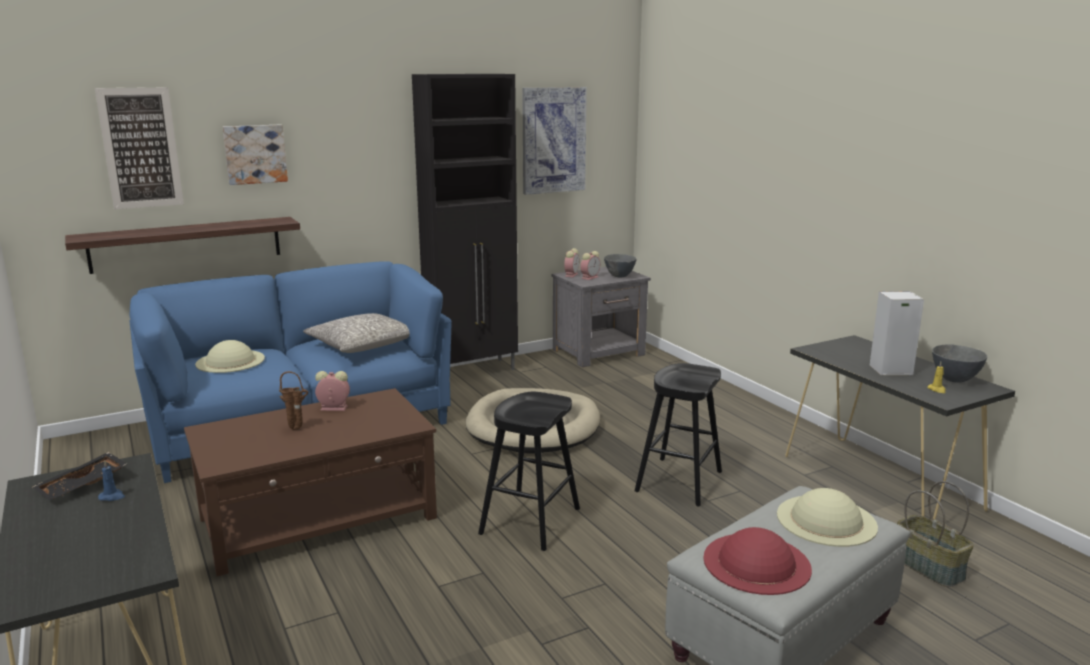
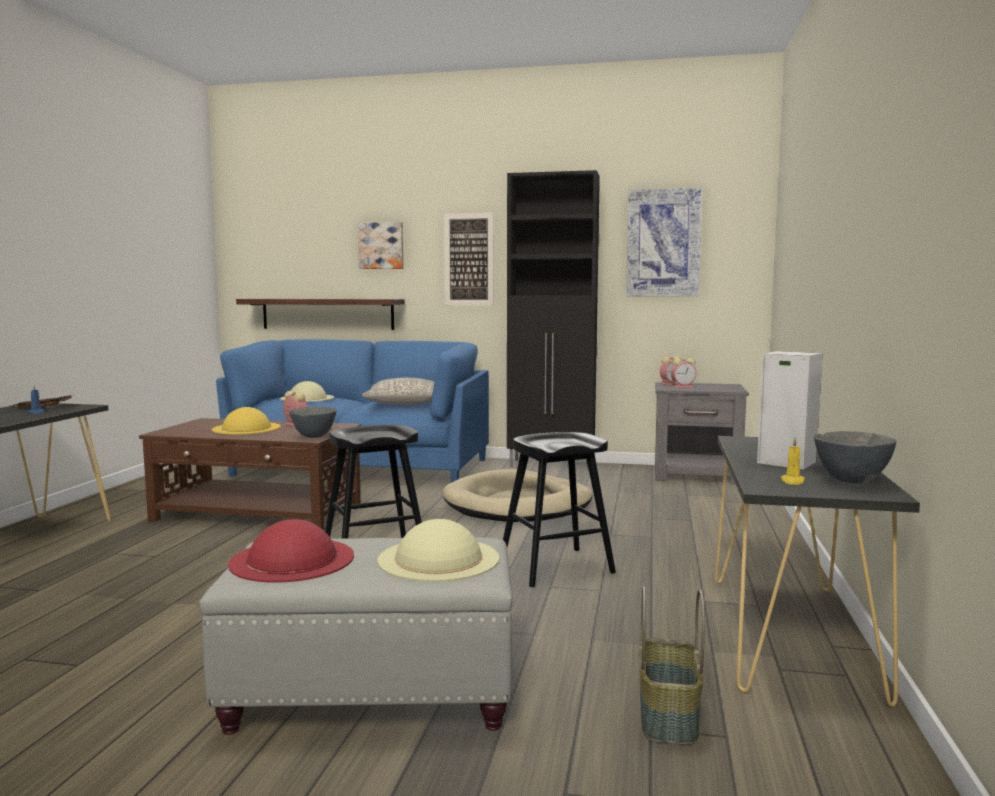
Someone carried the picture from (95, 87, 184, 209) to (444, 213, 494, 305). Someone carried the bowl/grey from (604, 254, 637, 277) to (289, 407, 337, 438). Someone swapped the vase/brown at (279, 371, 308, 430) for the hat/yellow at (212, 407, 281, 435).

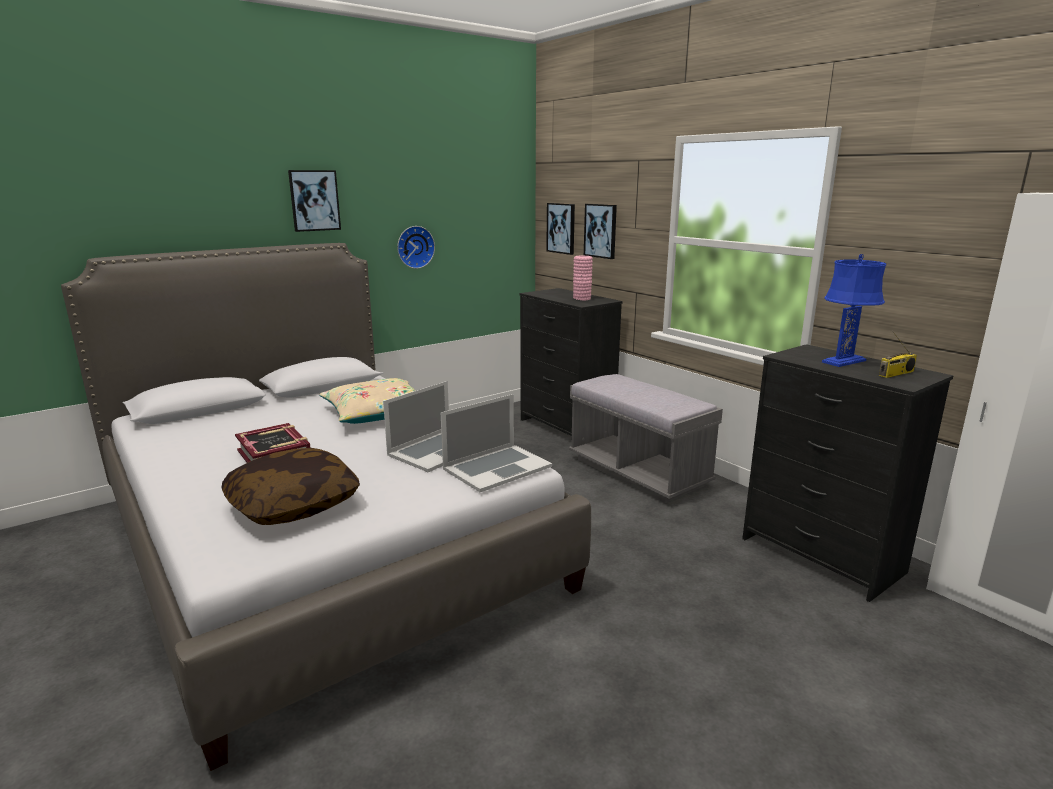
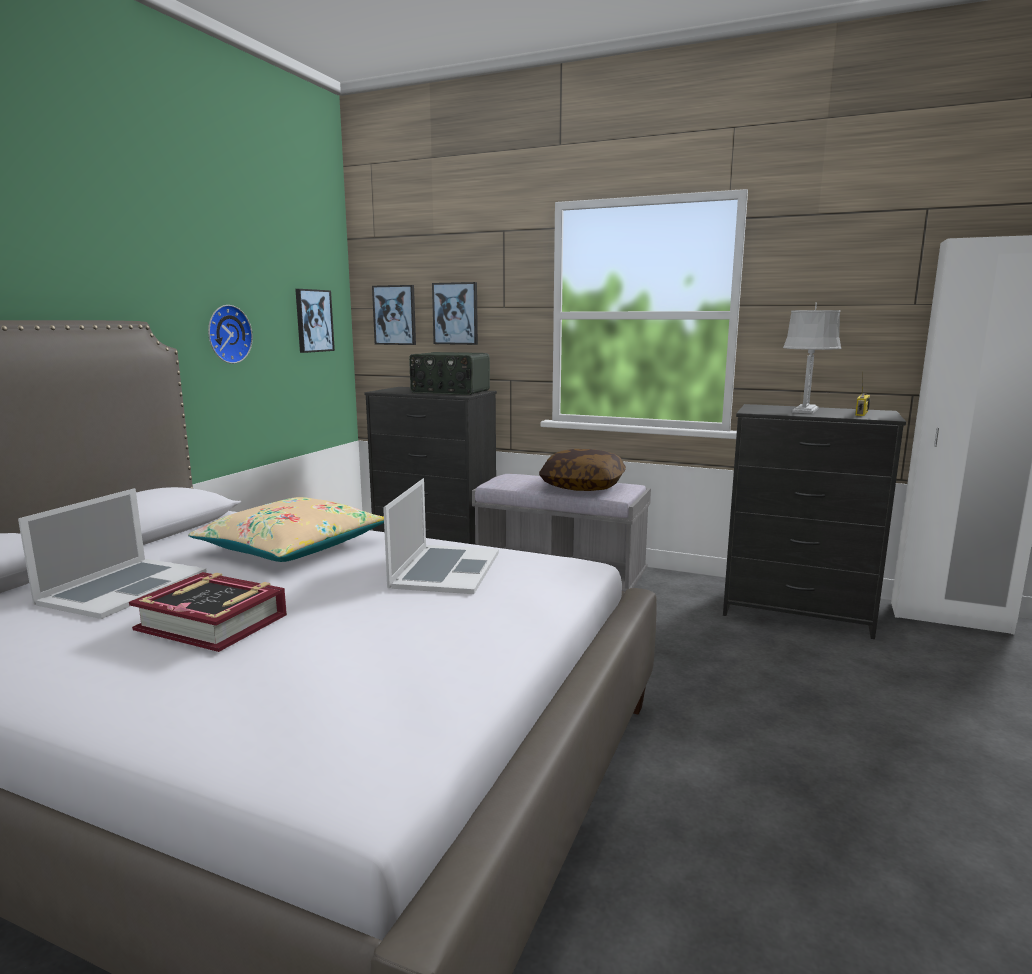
Someone carried the pillow from (222, 448, 360, 525) to (539, 449, 626, 491). Someone carried the picture from (288, 170, 341, 232) to (295, 289, 335, 353). Someone carried the laptop from (441, 394, 552, 492) to (18, 488, 207, 619). Someone swapped the vase/pink at (573, 256, 593, 301) for the radio at (409, 352, 490, 395). Someone repainted the table lamp/blue at (822, 254, 886, 367), which became the table lamp/grey at (783, 302, 842, 414).

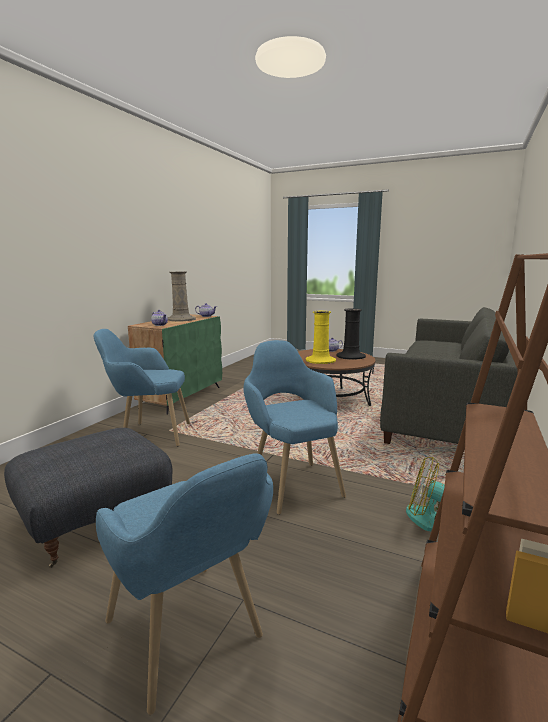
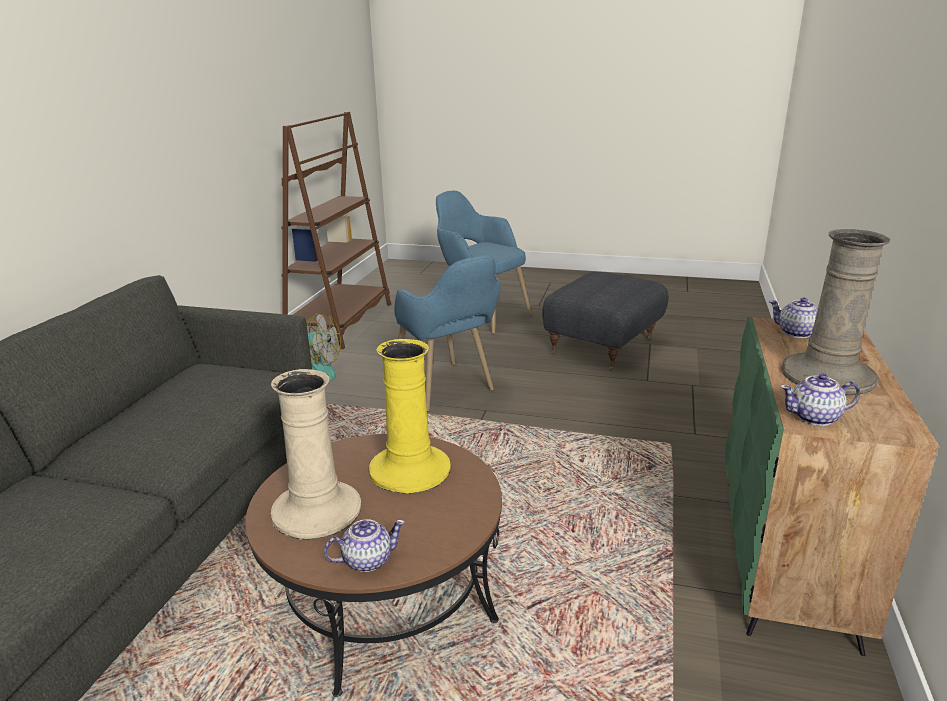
Someone took away the armchair/blue at (94, 329, 190, 446). Someone repainted the vase/black at (336, 308, 366, 360), which became the vase/beige at (271, 369, 361, 540).

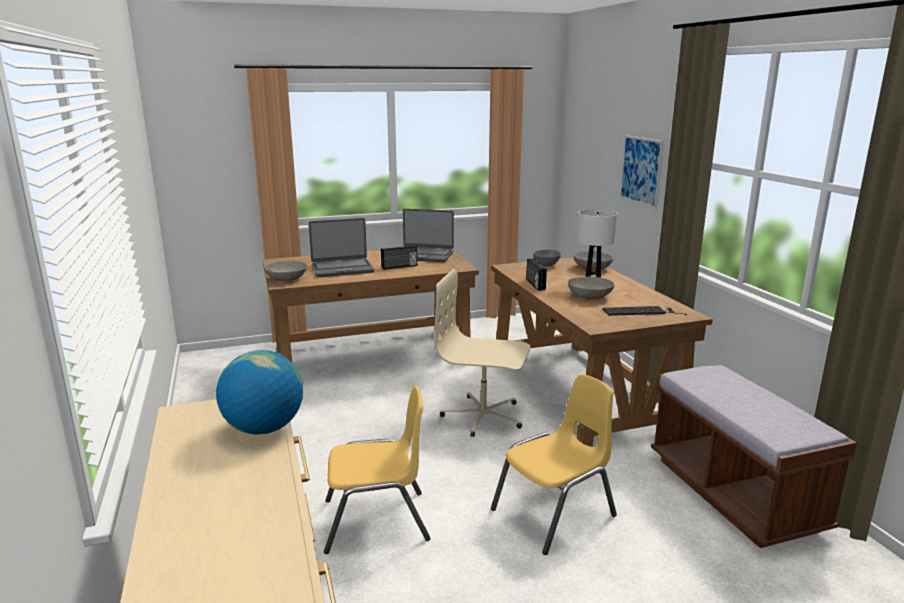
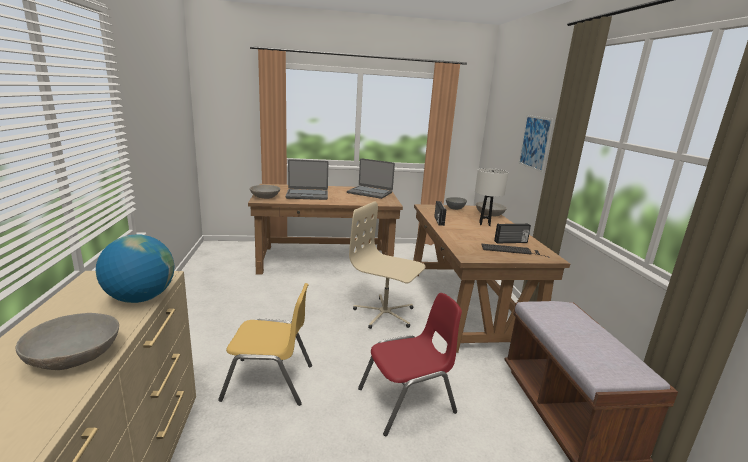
Someone carried the radio from (381, 245, 417, 270) to (494, 223, 531, 244). Someone carried the bowl/grey from (568, 277, 615, 299) to (16, 313, 119, 370). Someone repainted the chair/yellow at (491, 374, 617, 555), which became the chair/red at (358, 293, 462, 436).

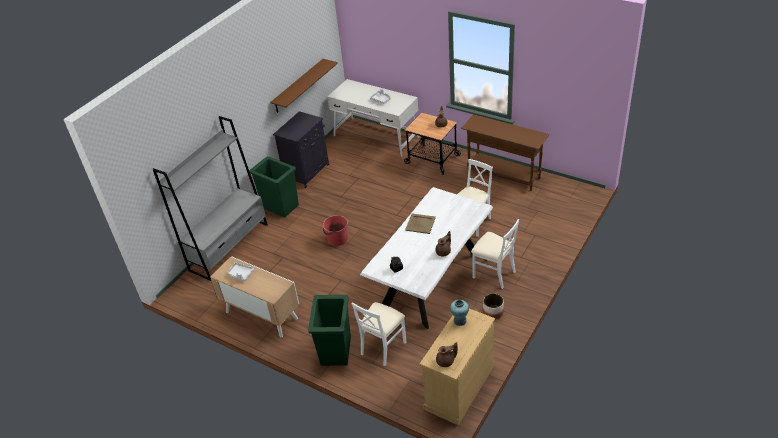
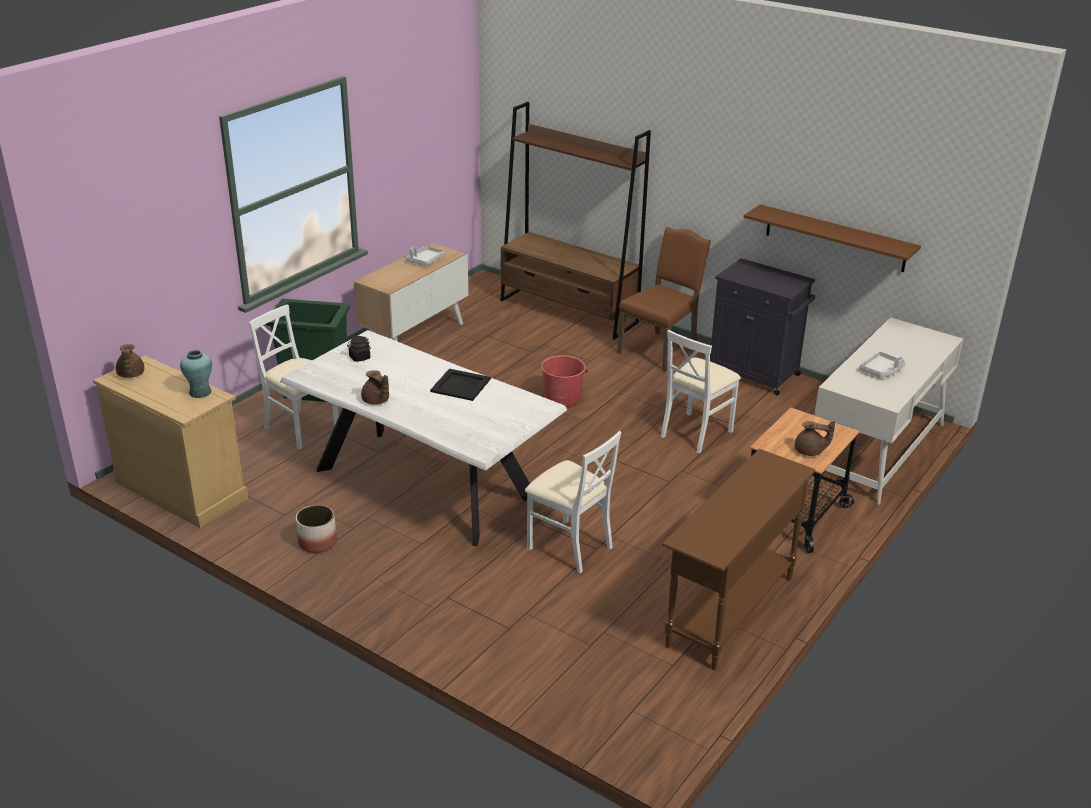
Someone carried the chair/white from (471, 219, 519, 289) to (661, 330, 741, 453). Someone swapped the trash can/green at (249, 156, 299, 218) for the chair/brown at (617, 227, 711, 372). Someone repainted the bookcase/grey at (153, 116, 268, 281), which became the bookcase/brown at (500, 102, 651, 340). Someone repainted the tray/beige at (405, 214, 436, 234), which became the tray/black at (430, 369, 491, 401).

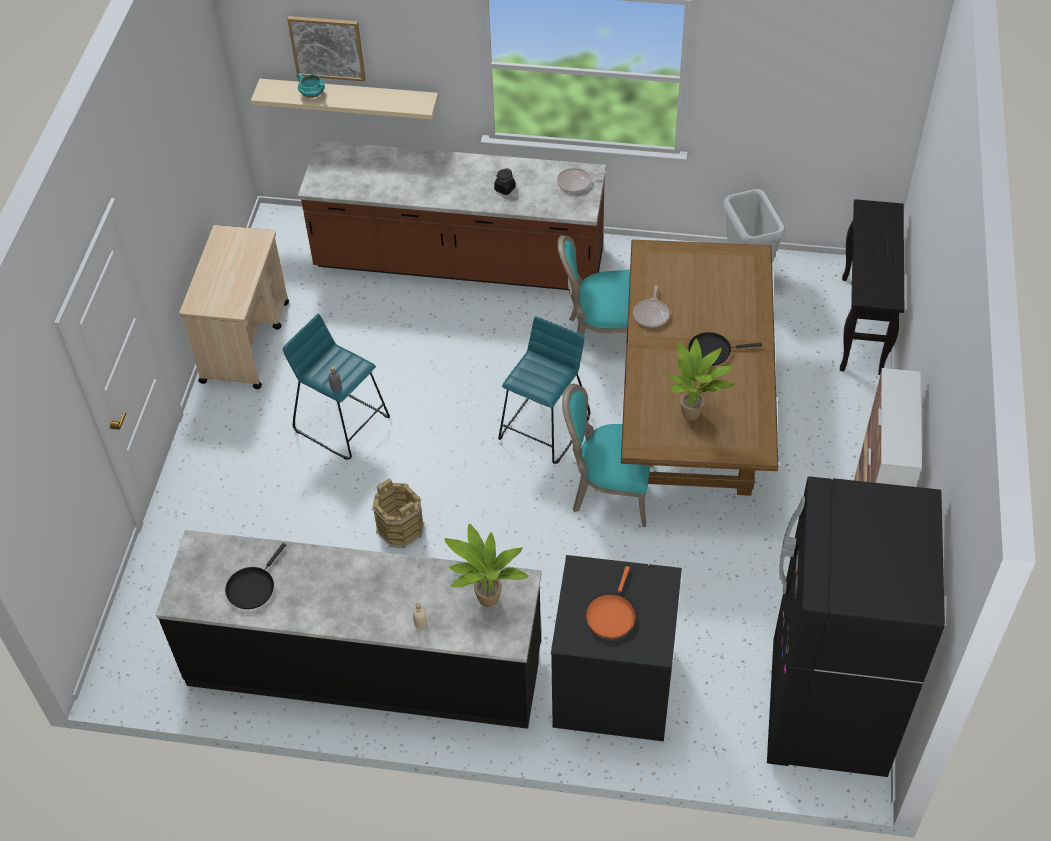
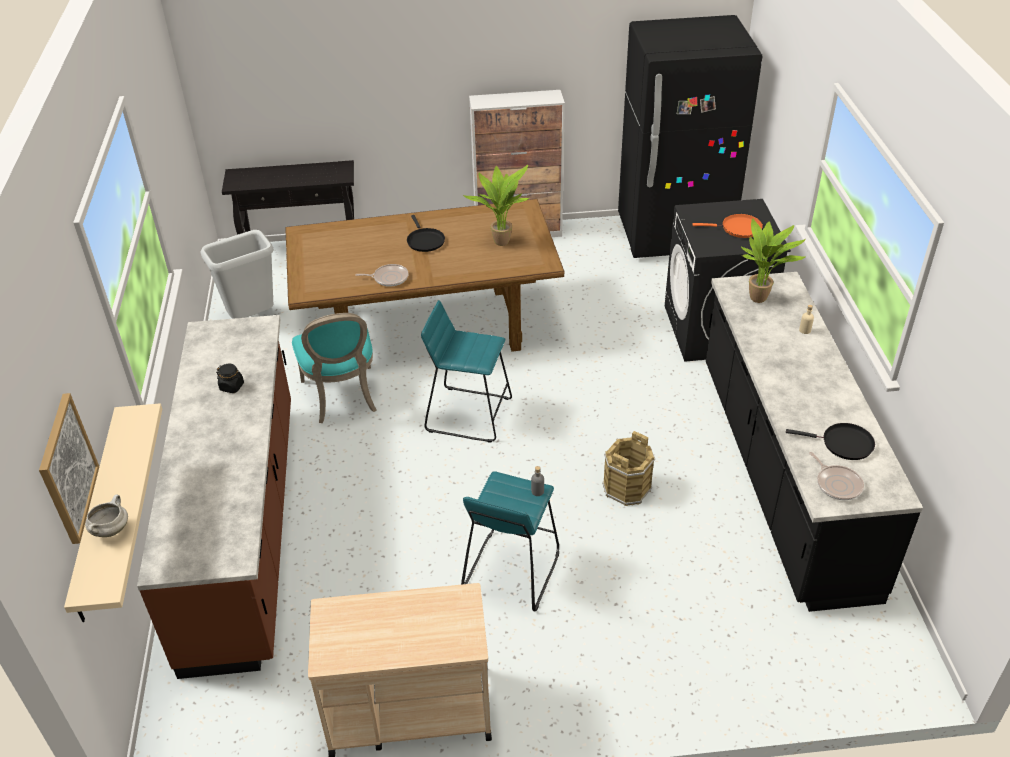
Someone took away the chair/turquoise at (562, 384, 653, 527). Someone carried the frying pan from (557, 168, 607, 193) to (809, 452, 864, 500). Someone repainted the cooking pot/turquoise at (297, 73, 325, 98), which became the cooking pot/white at (85, 494, 128, 537).

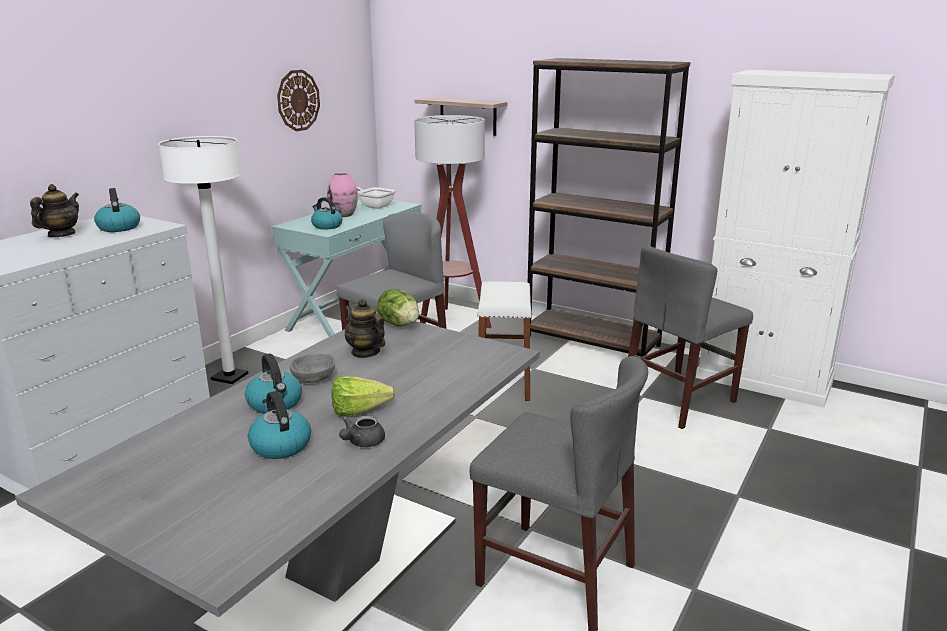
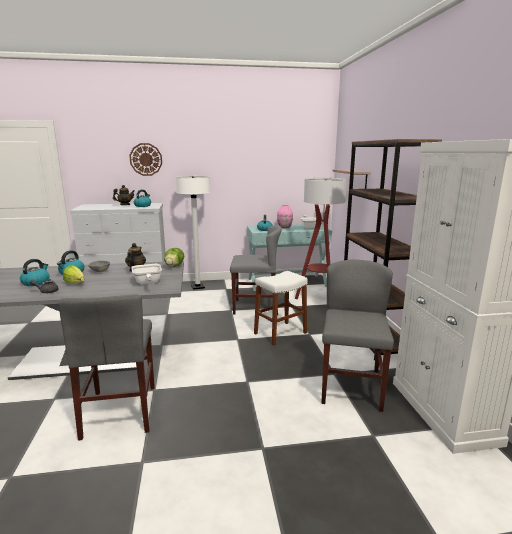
Someone put down the frying pan at (131, 264, 162, 285). Someone carried the wall clock from (277, 70, 320, 131) to (129, 143, 162, 176). Someone rotated the chair/grey at (628, 245, 753, 429) by 90 degrees clockwise.

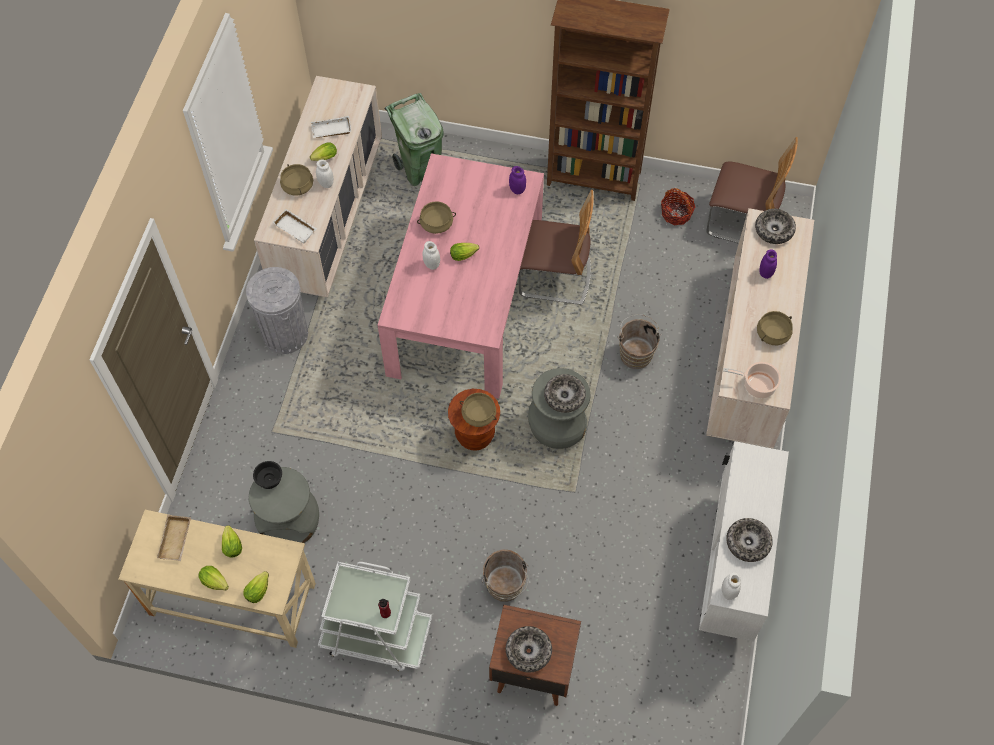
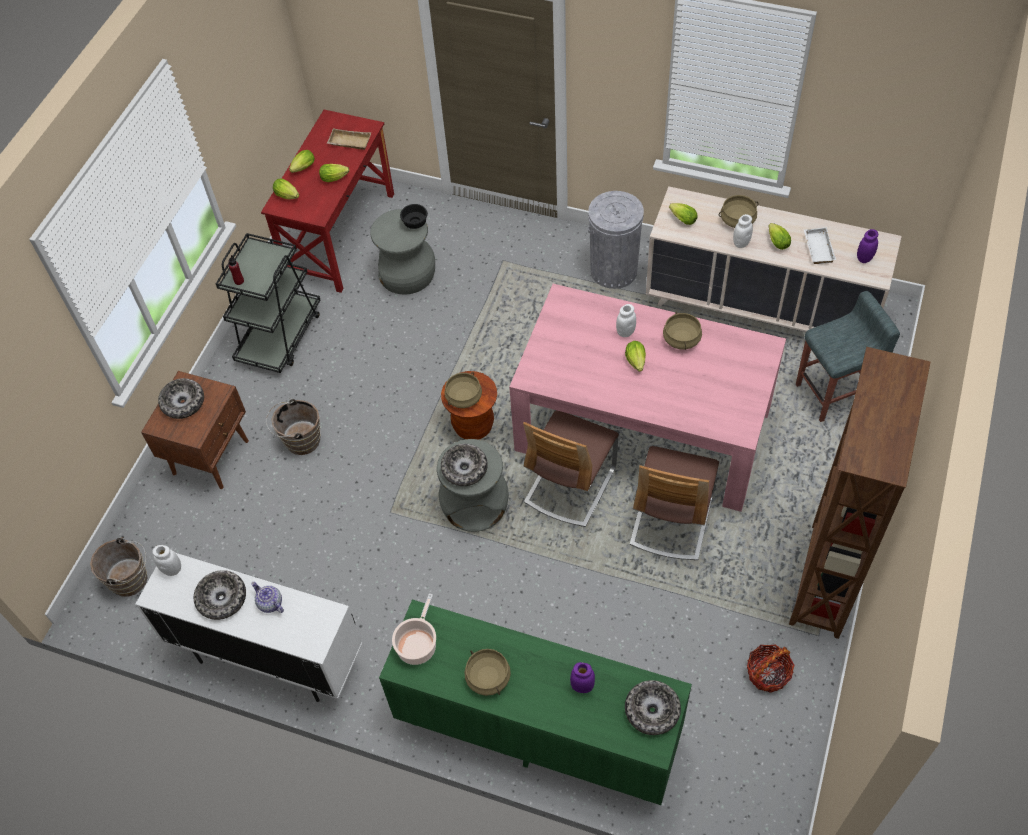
Someone put down the teapot at (251, 582, 284, 613). Someone carried the jar/purple from (509, 166, 526, 194) to (857, 229, 878, 263). Someone carried the bucket/brown from (617, 314, 662, 369) to (90, 537, 148, 597). Someone carried the chair from (706, 137, 798, 244) to (523, 410, 619, 527). Someone swapped the tray/white at (272, 209, 317, 243) for the lettuce at (669, 203, 697, 225). Someone swapped the trash can/green at (385, 93, 444, 186) for the stool/grey at (796, 291, 900, 422). Someone repainted the desk/beige at (118, 510, 316, 648), which became the desk/red at (261, 110, 394, 293). Someone repainted the cart/white at (318, 562, 432, 671), which became the cart/black at (216, 233, 320, 373). Someone repainted the dresser/beige at (706, 208, 814, 449), which became the dresser/green at (379, 600, 692, 805).

